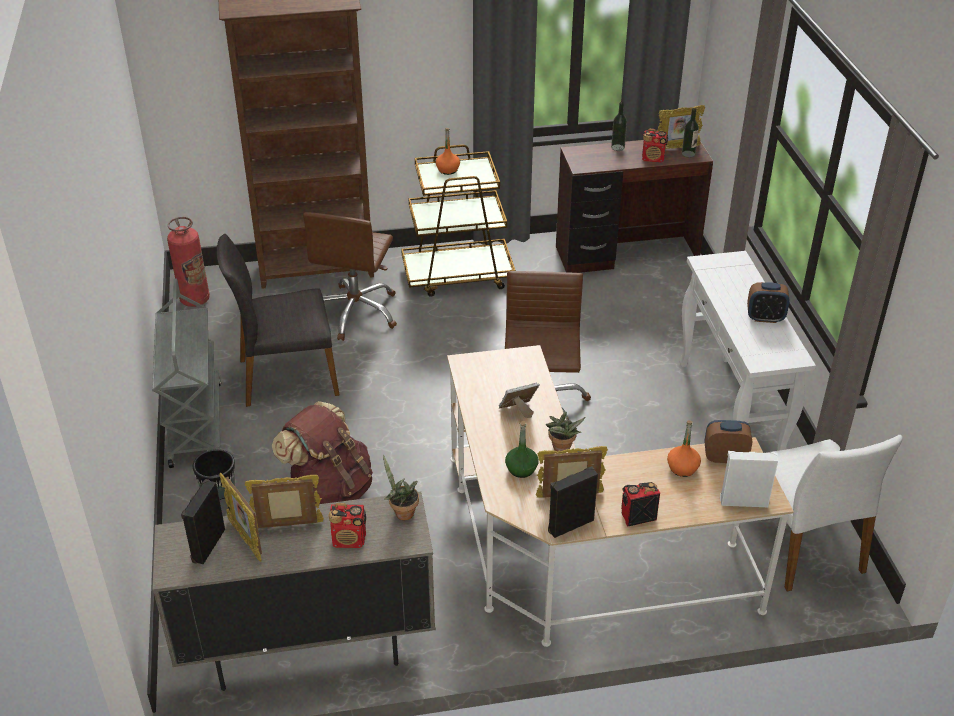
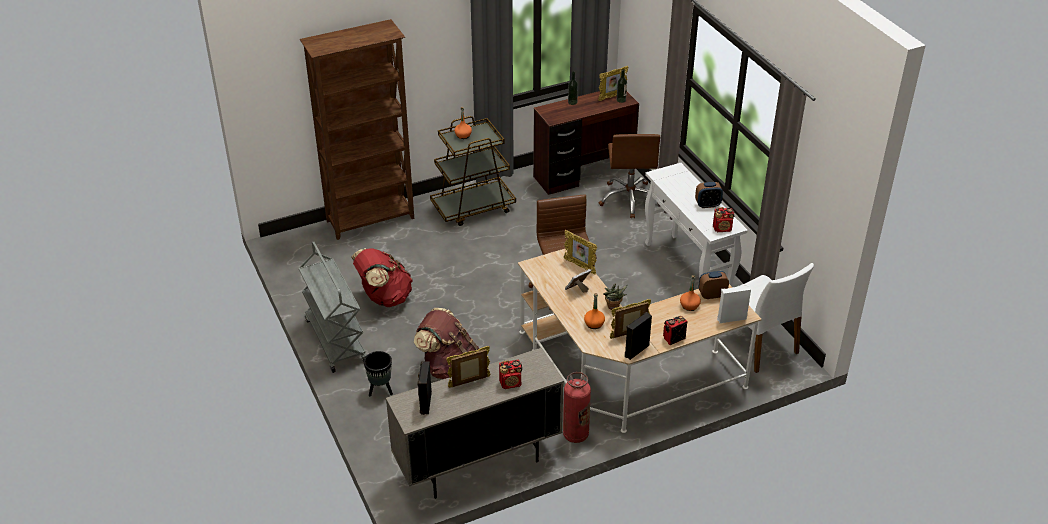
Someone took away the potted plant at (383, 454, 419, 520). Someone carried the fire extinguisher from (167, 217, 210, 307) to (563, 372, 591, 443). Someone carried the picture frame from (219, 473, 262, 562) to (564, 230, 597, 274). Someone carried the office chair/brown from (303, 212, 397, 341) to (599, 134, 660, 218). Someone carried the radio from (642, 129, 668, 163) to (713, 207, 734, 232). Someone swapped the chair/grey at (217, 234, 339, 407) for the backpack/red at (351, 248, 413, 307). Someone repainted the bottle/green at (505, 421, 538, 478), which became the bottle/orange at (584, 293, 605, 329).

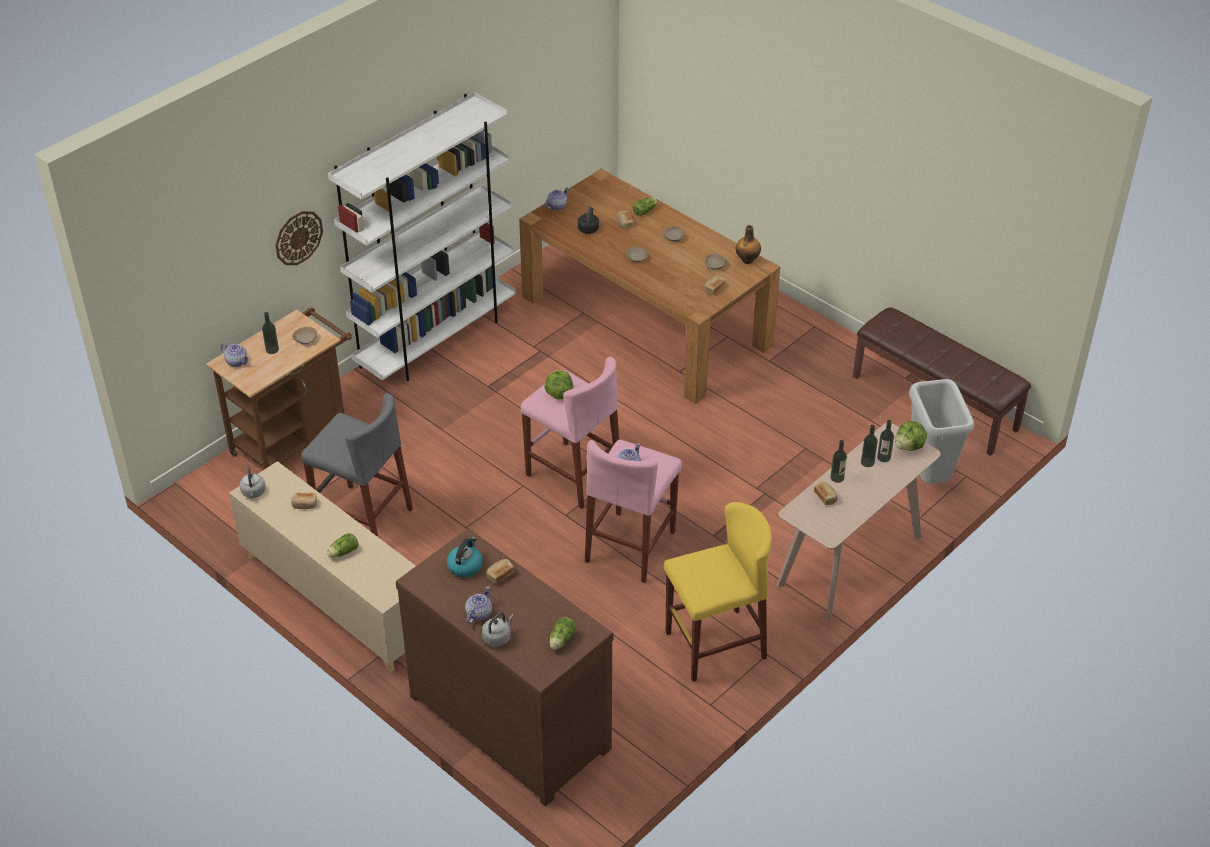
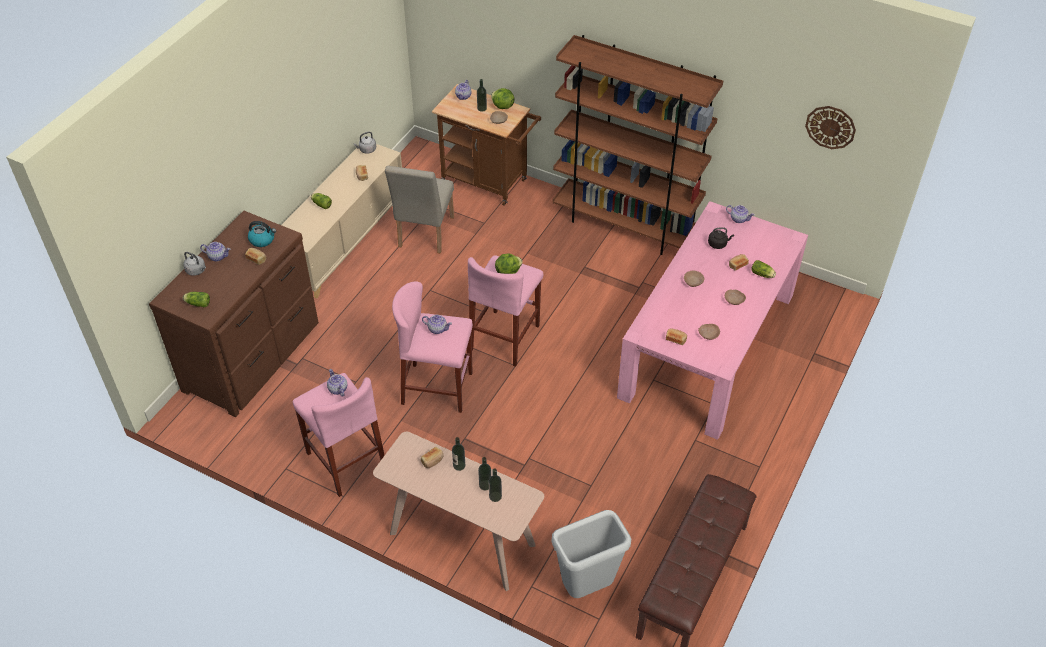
Someone took away the bottle at (736, 225, 761, 264). Someone put down the teapot at (327, 369, 347, 397). Someone carried the wall clock from (275, 211, 323, 265) to (805, 106, 856, 149). Someone carried the lettuce from (895, 421, 927, 451) to (491, 88, 515, 109). Someone swapped the stool/grey at (301, 393, 413, 537) for the chair/beige at (385, 165, 454, 253). Someone repainted the bookcase/white at (328, 92, 516, 381), which became the bookcase/brown at (553, 35, 723, 255). Someone repainted the dining table/brown at (519, 169, 780, 404), which became the dining table/pink at (617, 201, 808, 440). Someone repainted the stool/yellow at (664, 502, 772, 682), which became the stool/pink at (293, 373, 385, 497).

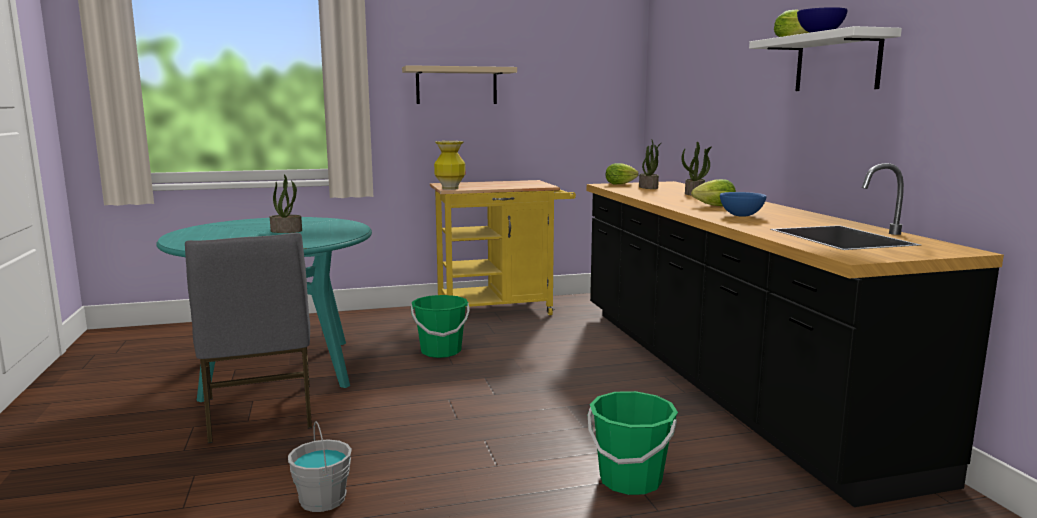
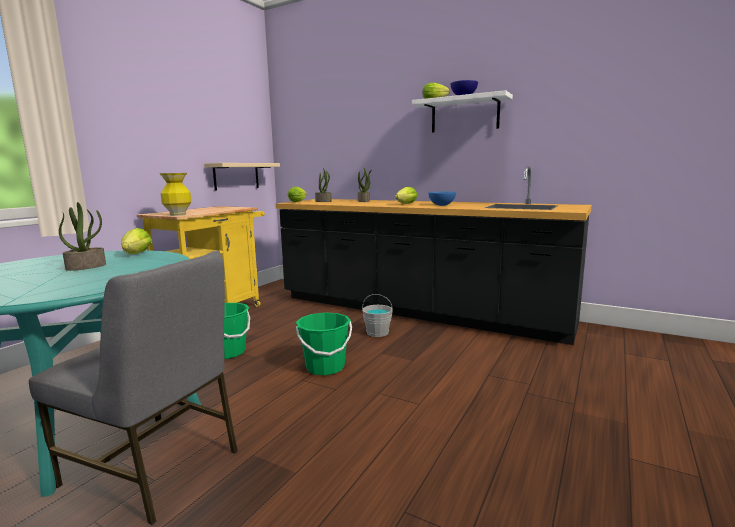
Someone put down the lettuce at (122, 228, 152, 254). Someone carried the bucket/grey from (288, 421, 352, 512) to (362, 294, 393, 337). Someone carried the shelf/beige from (402, 65, 517, 104) to (204, 163, 280, 191). Someone carried the bucket/green from (588, 391, 678, 495) to (296, 312, 352, 375).

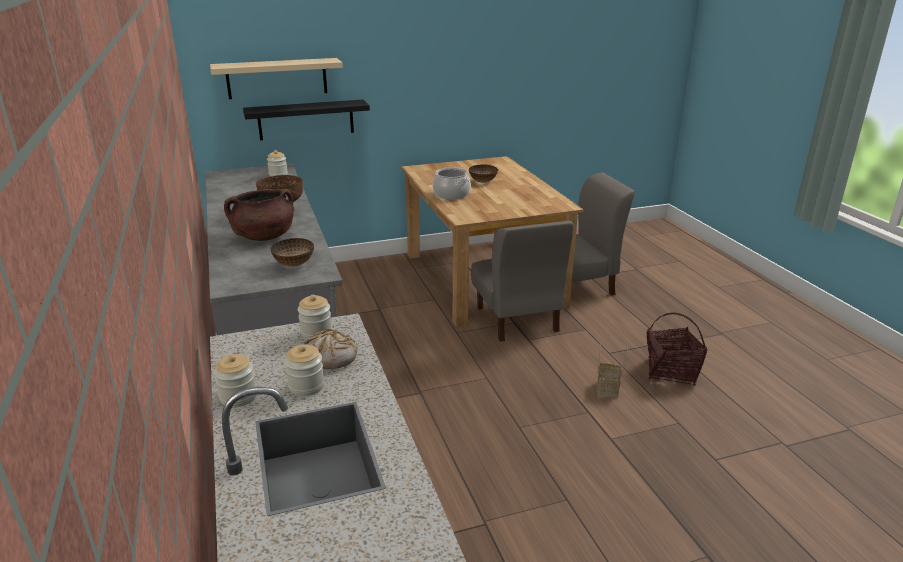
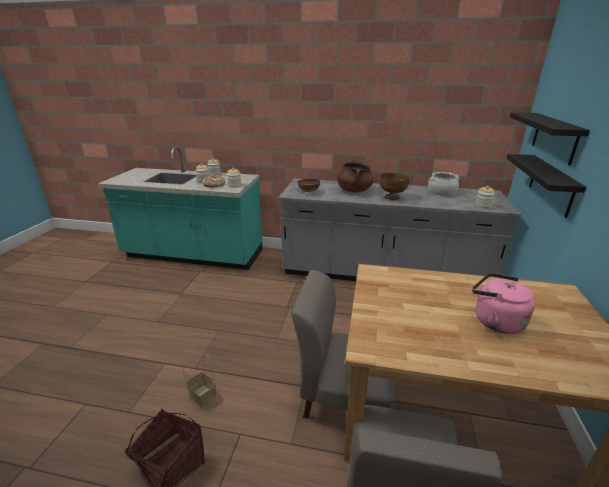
Someone carried the cooking pot from (433, 167, 471, 200) to (428, 172, 459, 196). Someone swapped the bowl at (469, 165, 498, 183) for the kettle/pink at (472, 273, 535, 334). Someone repainted the shelf/beige at (210, 58, 343, 99), which became the shelf/black at (510, 112, 590, 166).

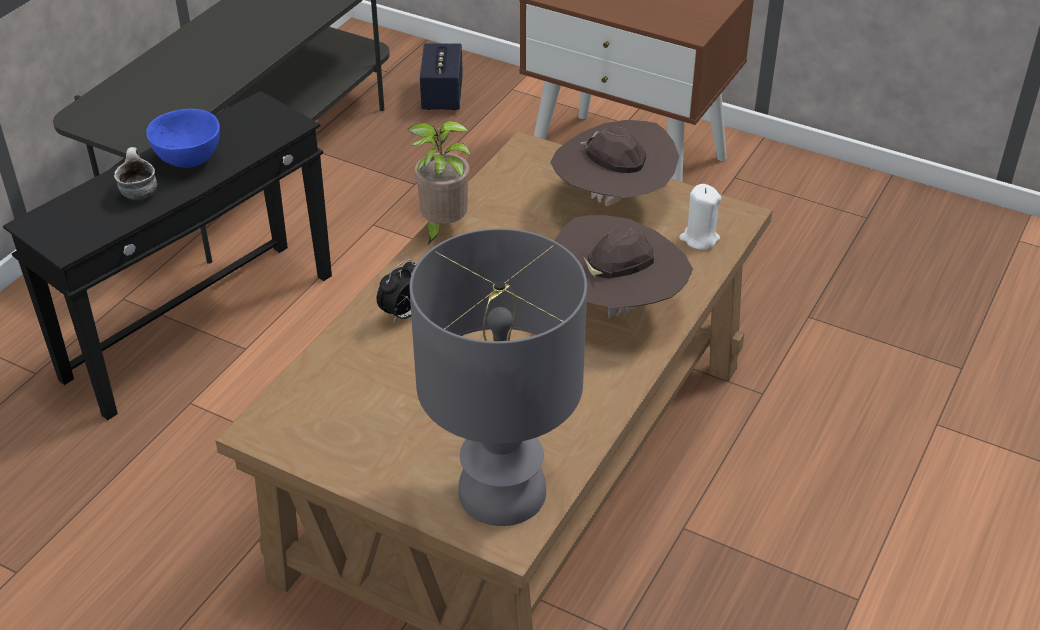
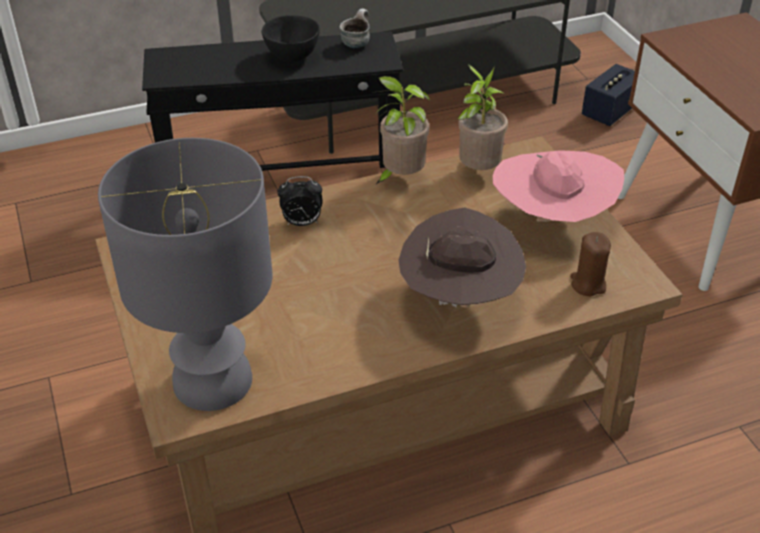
Someone put down the potted plant at (457, 64, 508, 170). Someone carried the mug from (114, 147, 157, 200) to (340, 9, 370, 48). Someone repainted the bowl/blue at (146, 109, 220, 168), which became the bowl/black at (262, 15, 320, 62). Someone repainted the hat/brown at (550, 120, 679, 207), which became the hat/pink at (493, 150, 624, 222). Someone repainted the candle/white at (679, 184, 721, 250), which became the candle/brown at (570, 232, 611, 296).

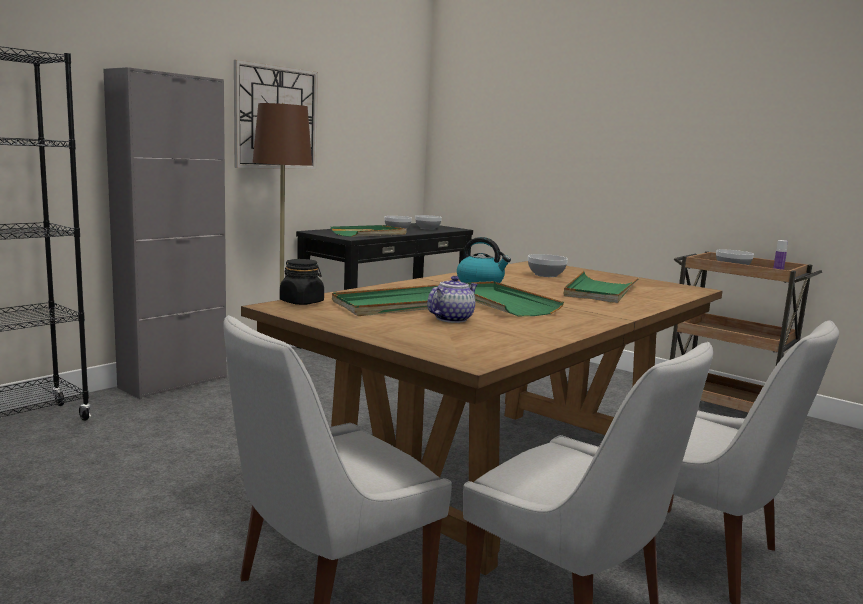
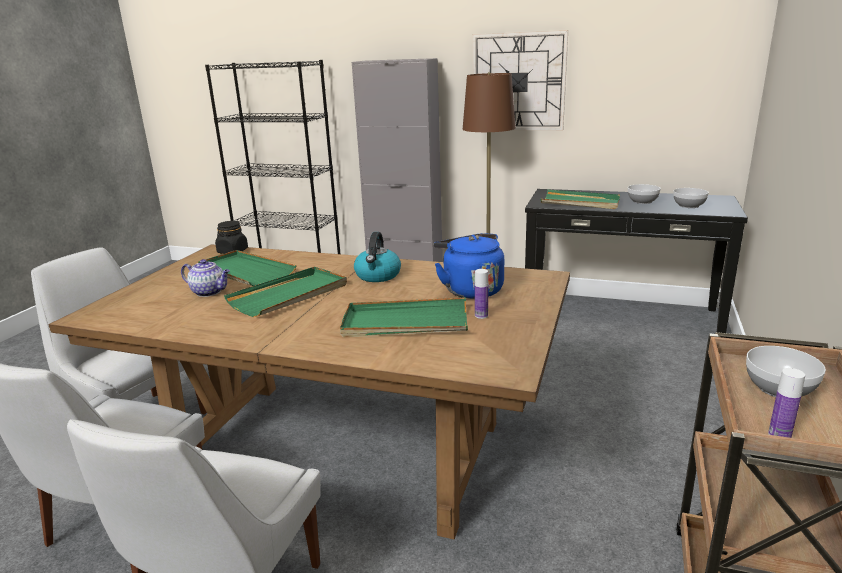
Someone put down the bottle at (475, 269, 488, 319). Someone swapped the bowl at (528, 254, 568, 277) for the kettle/blue at (434, 233, 504, 299).

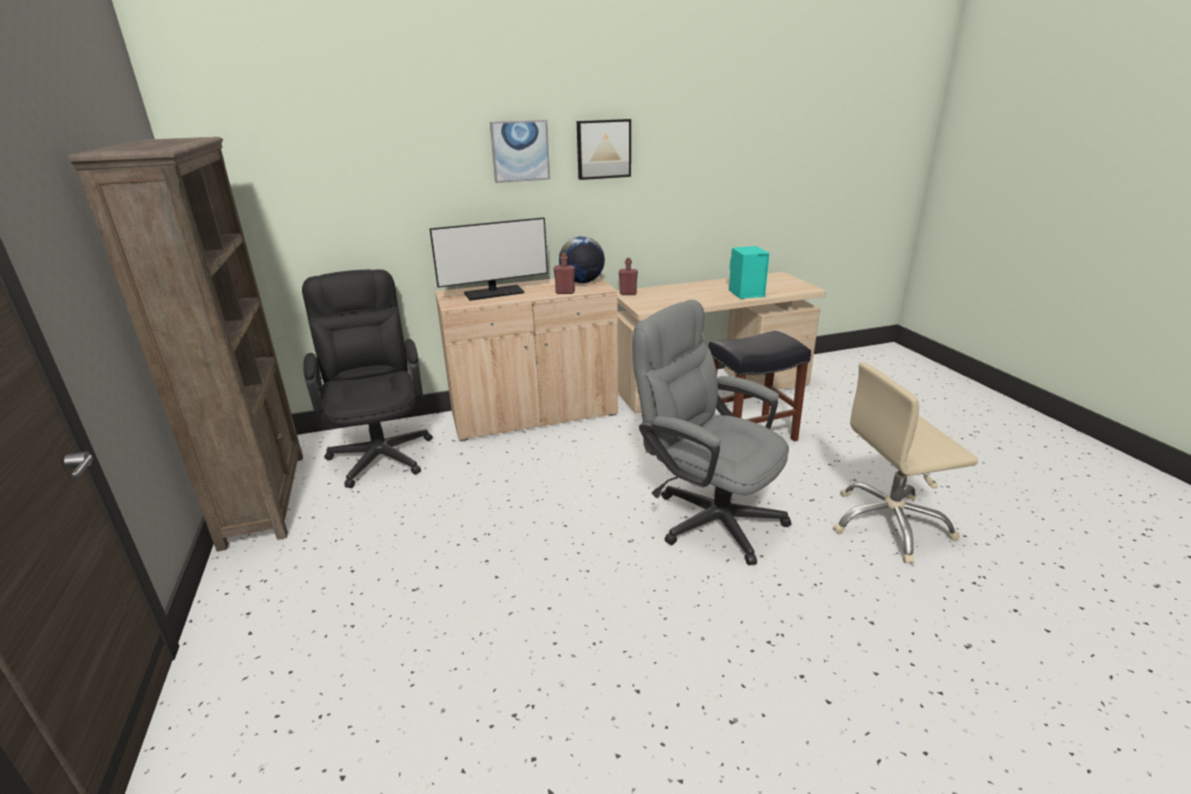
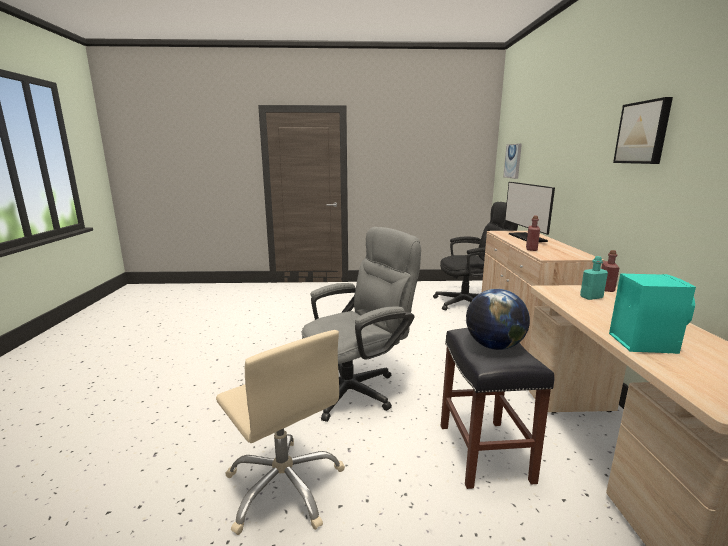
Someone took away the bookcase/brown at (69, 137, 303, 552). Someone put down the bottle/turquoise at (580, 256, 608, 300). Someone carried the picture from (490, 120, 550, 183) to (503, 144, 522, 179). Someone carried the globe from (559, 236, 605, 283) to (466, 289, 530, 350). Someone rotated the office chair/beige at (833, 362, 978, 564) by 135 degrees clockwise.

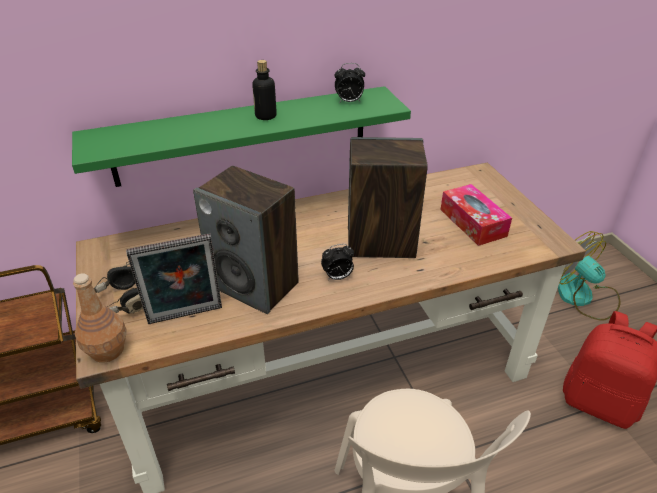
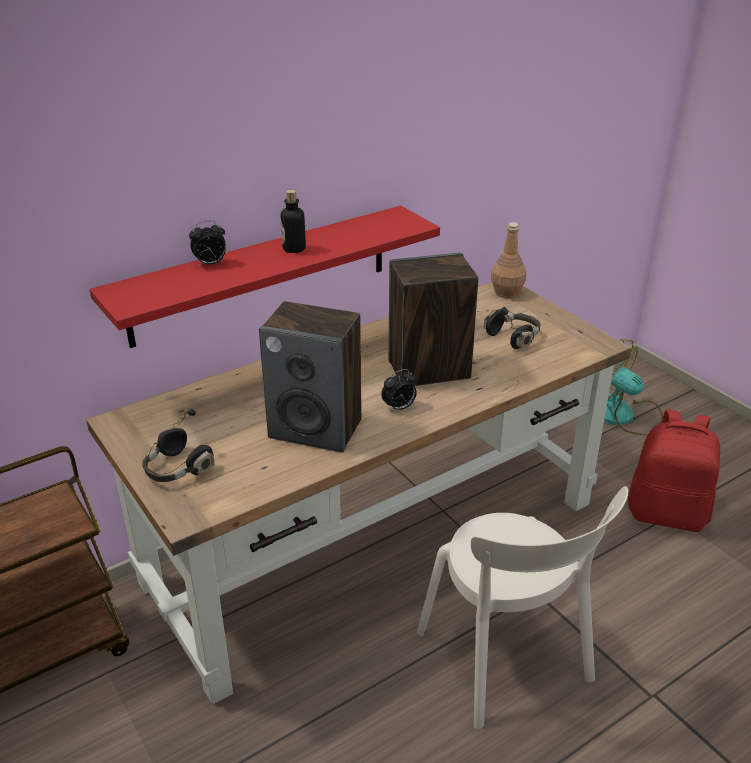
Someone took away the picture frame at (126, 233, 222, 324). Someone carried the bottle/brown from (73, 273, 126, 363) to (491, 222, 526, 298). Someone carried the alarm clock from (334, 63, 365, 103) to (189, 220, 225, 267). Someone swapped the tissue box at (440, 184, 512, 246) for the headphones/black at (484, 307, 541, 349). Someone repainted the shelf/green at (72, 86, 411, 187), which became the shelf/red at (89, 206, 440, 348).

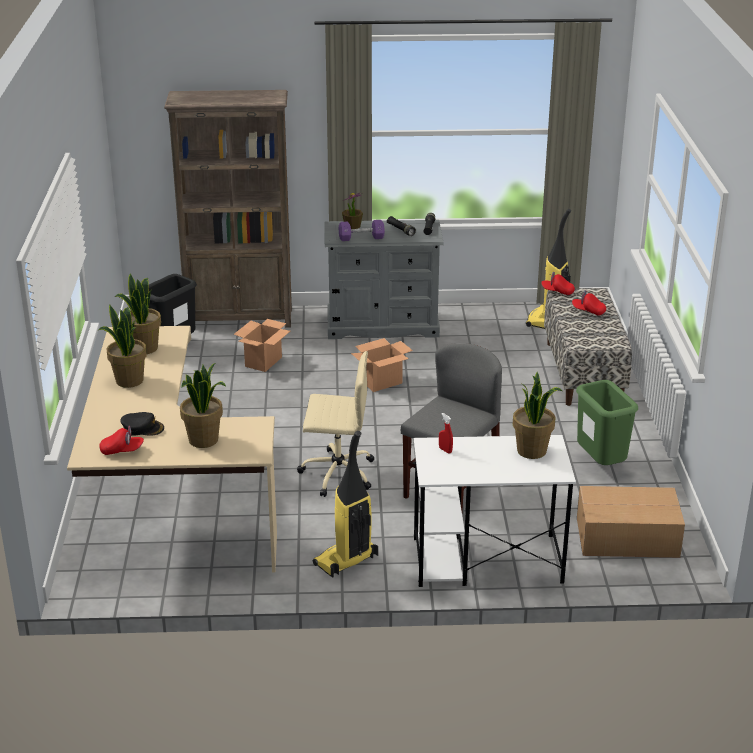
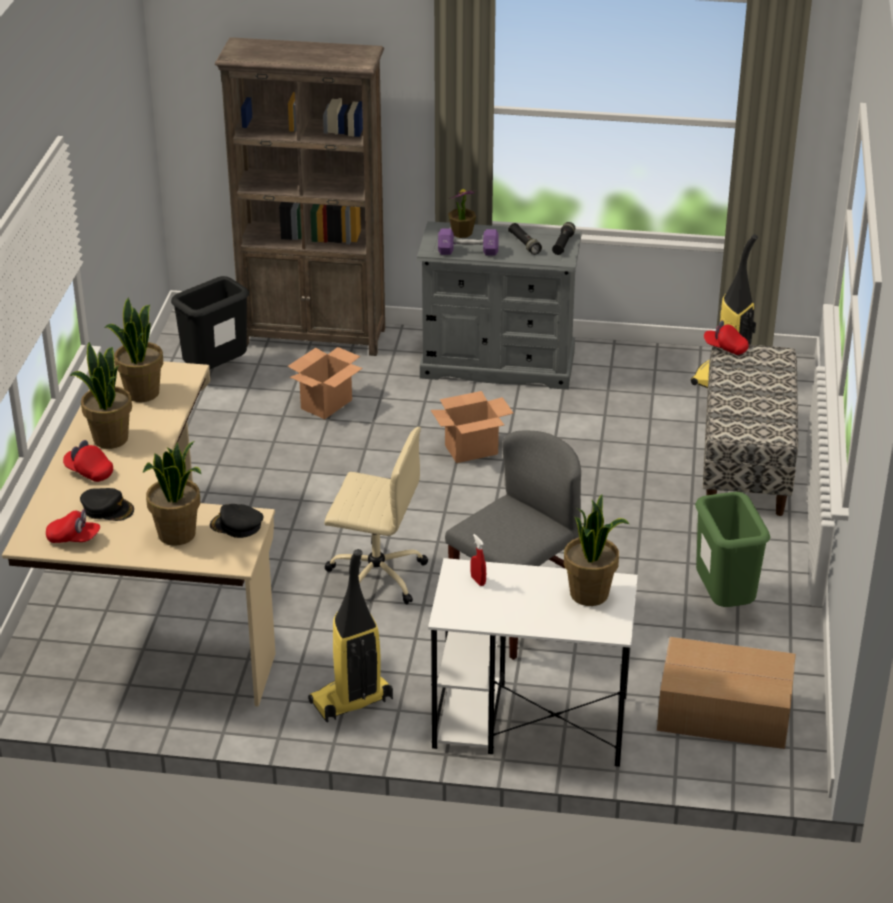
Someone put down the cap/black at (210, 504, 263, 538). Someone carried the cap/red from (572, 290, 606, 315) to (63, 440, 113, 482).

